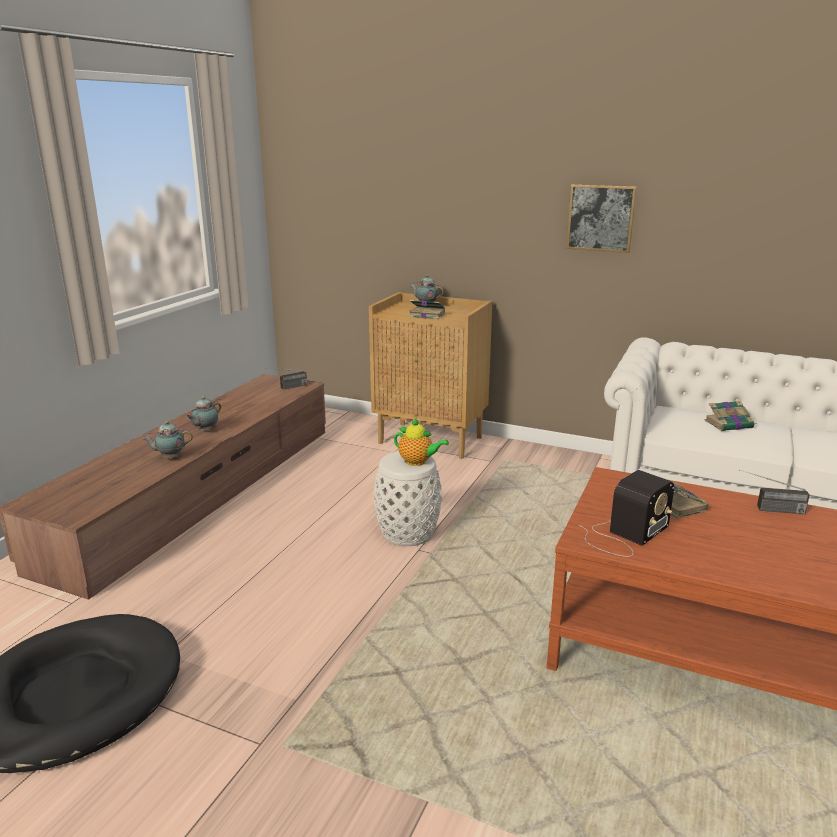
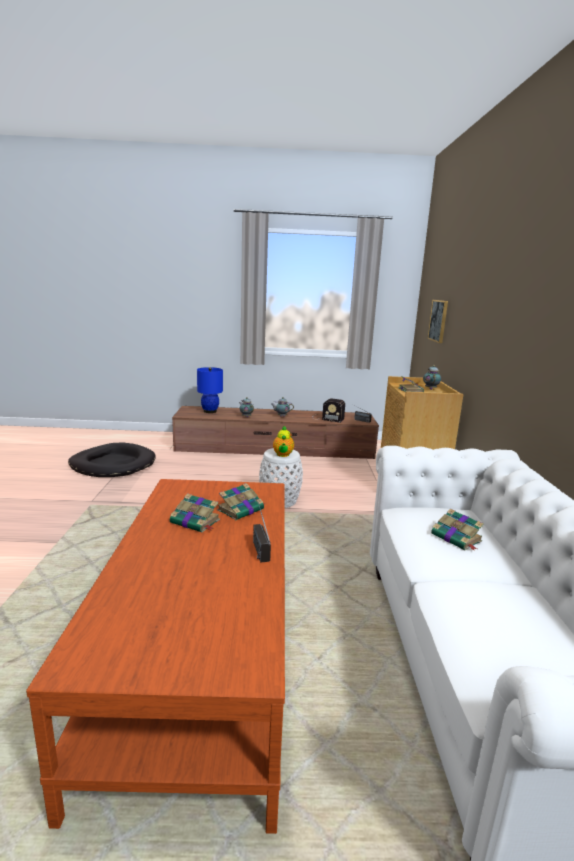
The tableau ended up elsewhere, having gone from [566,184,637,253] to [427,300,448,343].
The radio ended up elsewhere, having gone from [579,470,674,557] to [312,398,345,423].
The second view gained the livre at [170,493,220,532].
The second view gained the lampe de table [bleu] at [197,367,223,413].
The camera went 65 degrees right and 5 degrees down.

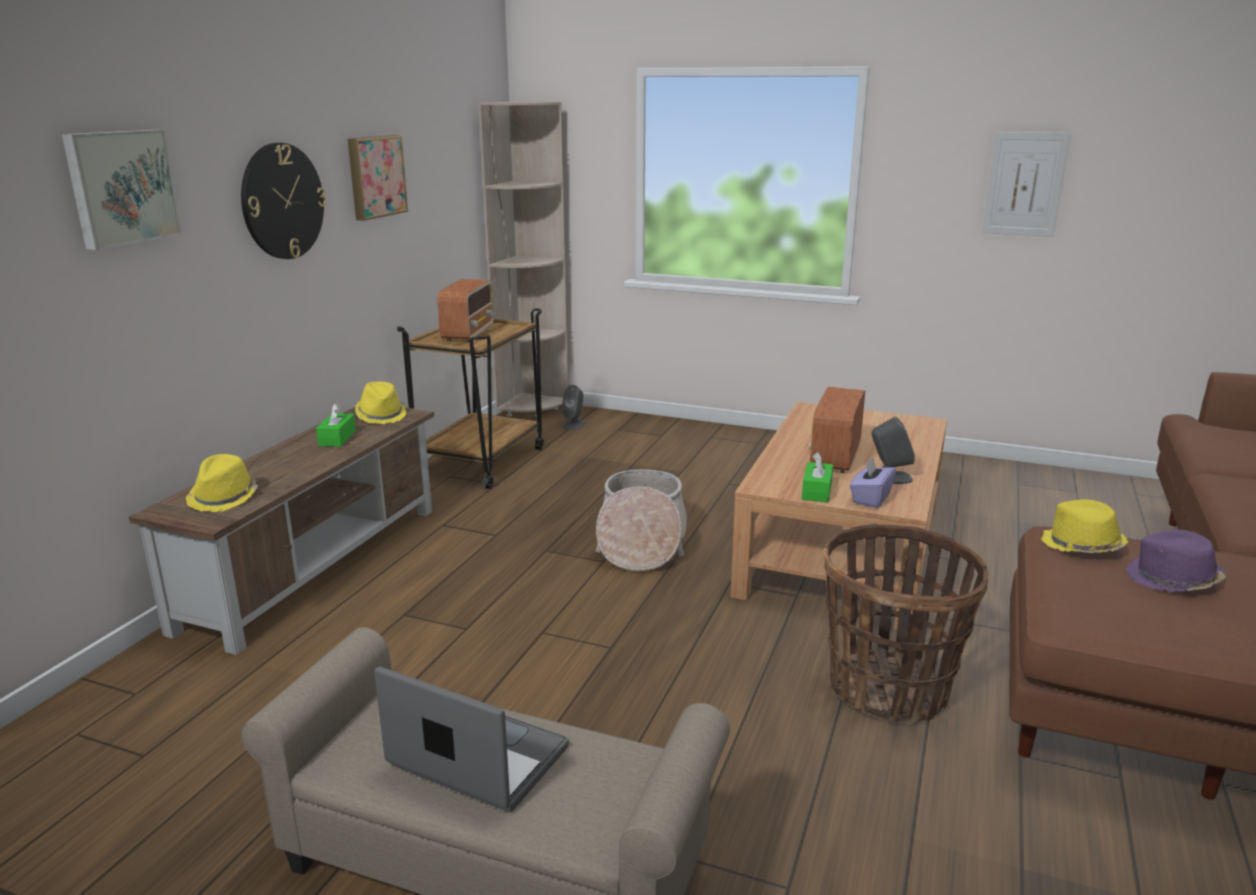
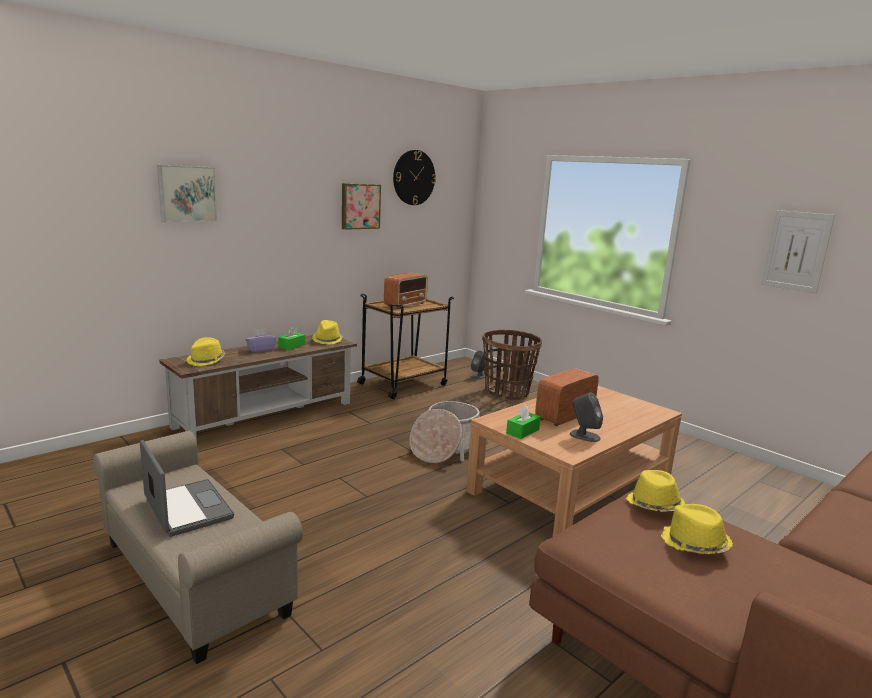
The horloge murale ended up elsewhere, having gone from [241,143,326,259] to [393,150,436,205].
The second view lost the bibliothèque [beige] at [478,102,568,417].
The panier ended up elsewhere, having gone from [824,523,989,724] to [482,330,542,400].
The boîte à mouchoirs [violet] ended up elsewhere, having gone from [850,457,896,508] to [245,328,276,352].
What was the chapeau [violet] at [1125,530,1225,592] turned into the chapeau [jaune] at [661,504,733,554].
The camera went 25 degrees right and 5 degrees down.

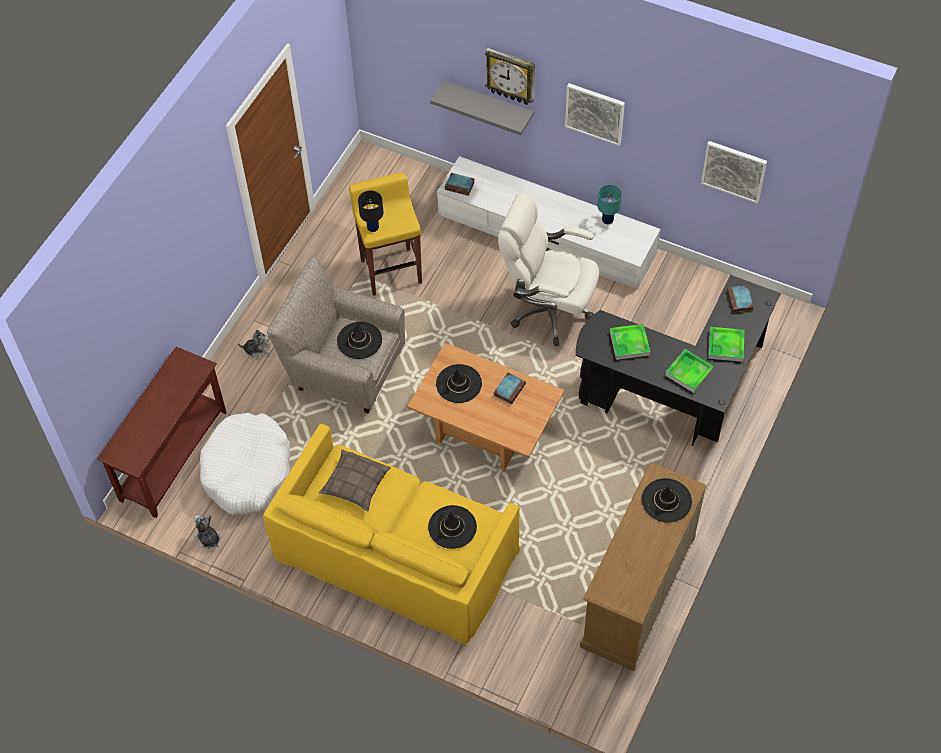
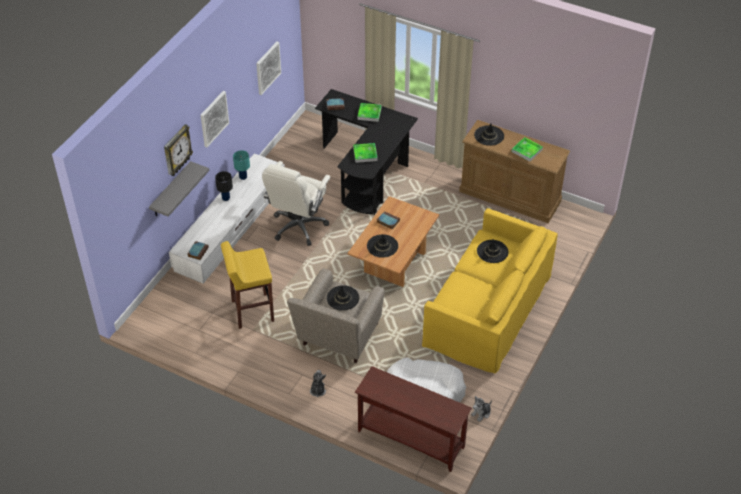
The second view lost the coussin at [319,449,391,512].
The lampe de table [noir] ended up elsewhere, having gone from [358,191,383,232] to [215,171,233,201].
The plateau ended up elsewhere, having gone from [665,349,714,393] to [512,137,543,161].
The camera went 90 degrees left and 10 degrees down.

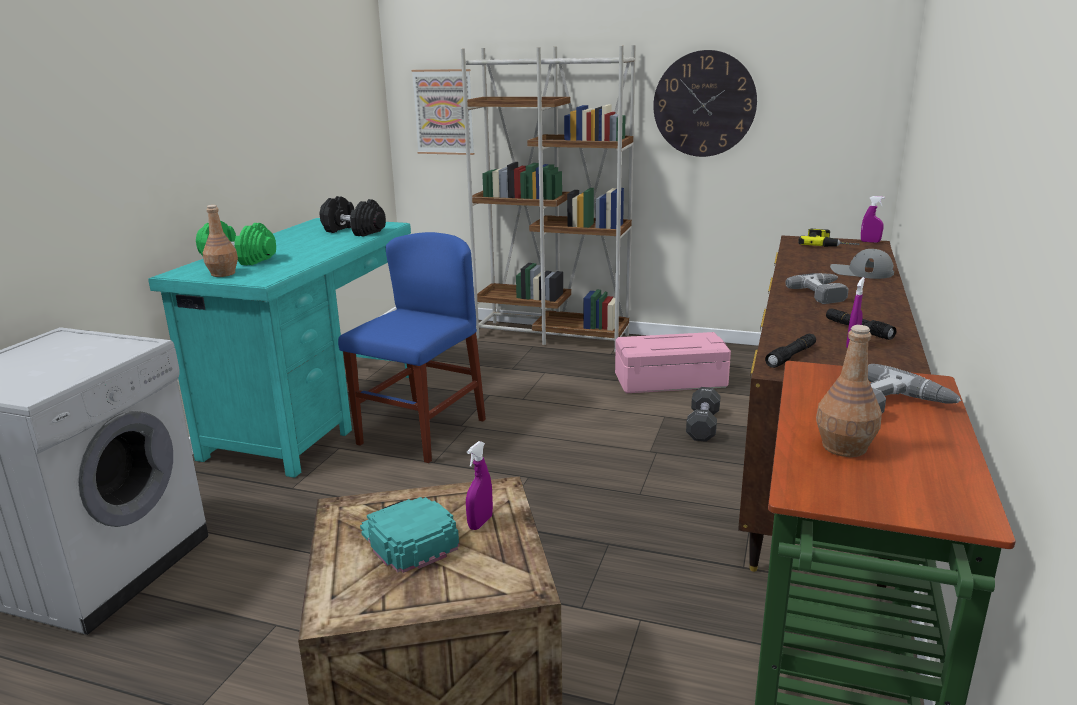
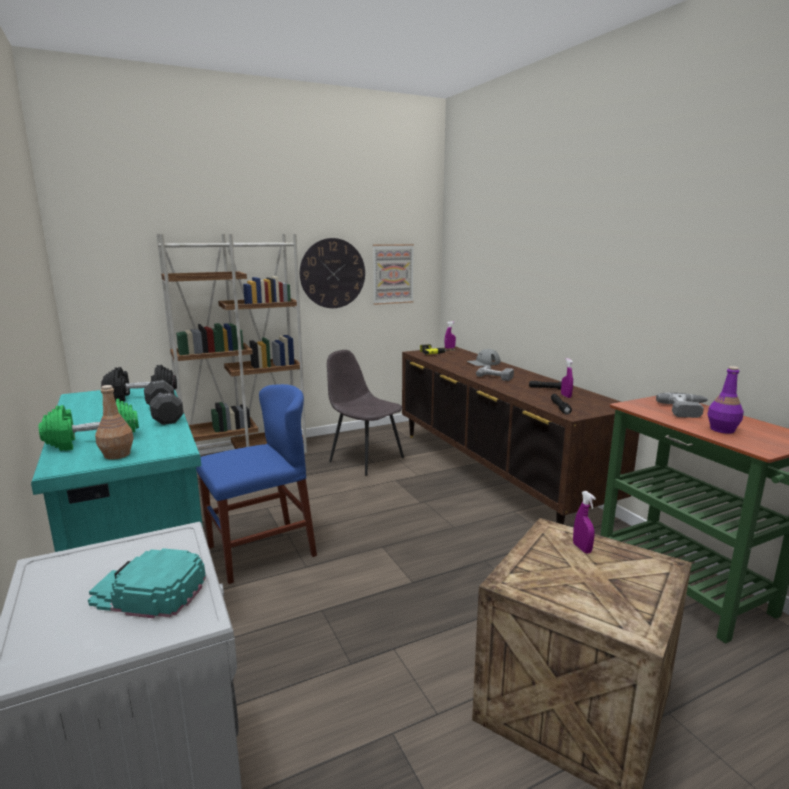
The chaise [bleu] at [338,232,486,463] ended up facing another way, 75 degrees clockwise from before.
The casquette [turquoise] ended up elsewhere, having gone from [360,497,459,573] to [88,548,206,618].
The tableau ended up elsewhere, having gone from [411,69,474,155] to [373,244,414,305].
Where the boîte de rangement [rose] stood at [615,332,731,393], the chaise [gris] came to stand at [327,350,404,476].
The haltère [noir] ended up elsewhere, having gone from [686,387,720,442] to [144,380,184,425].
What was the bouteille [marron] at [816,325,882,457] turned into the bouteille [violet] at [707,366,744,434].
The camera went 45 degrees left and 5 degrees down.

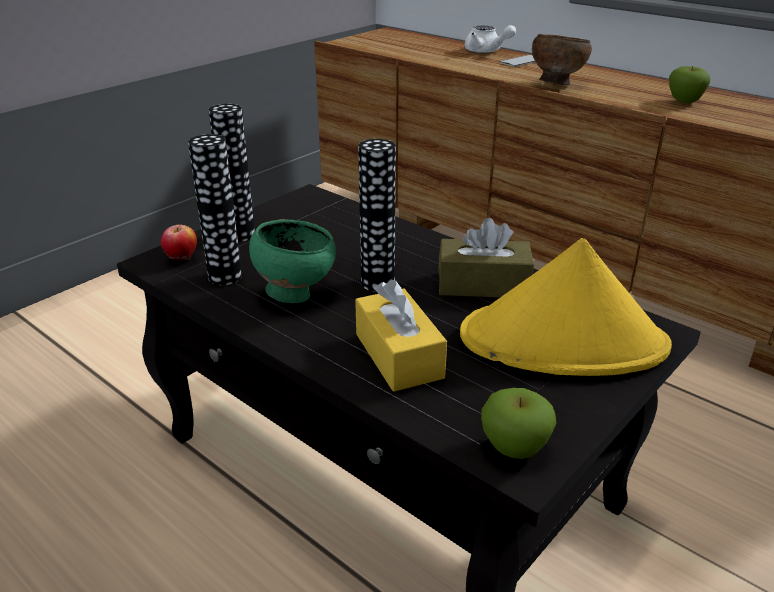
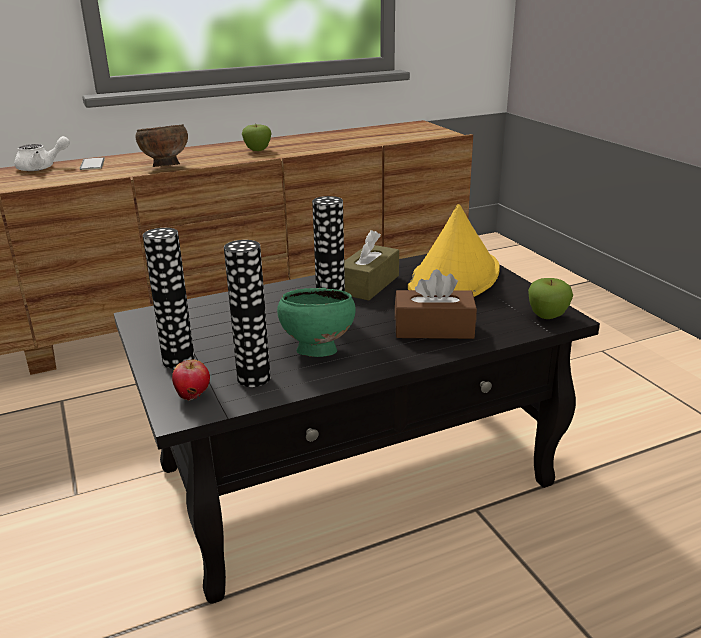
What was the boîte à mouchoirs [jaune] at [355,280,447,392] turned into the boîte à mouchoirs [marron] at [395,269,477,339].
The camera went 65 degrees left and 5 degrees down.

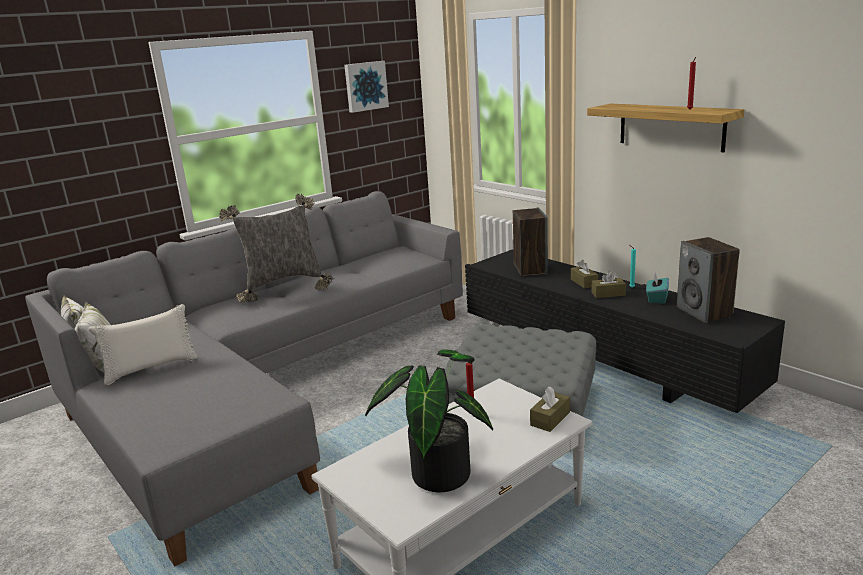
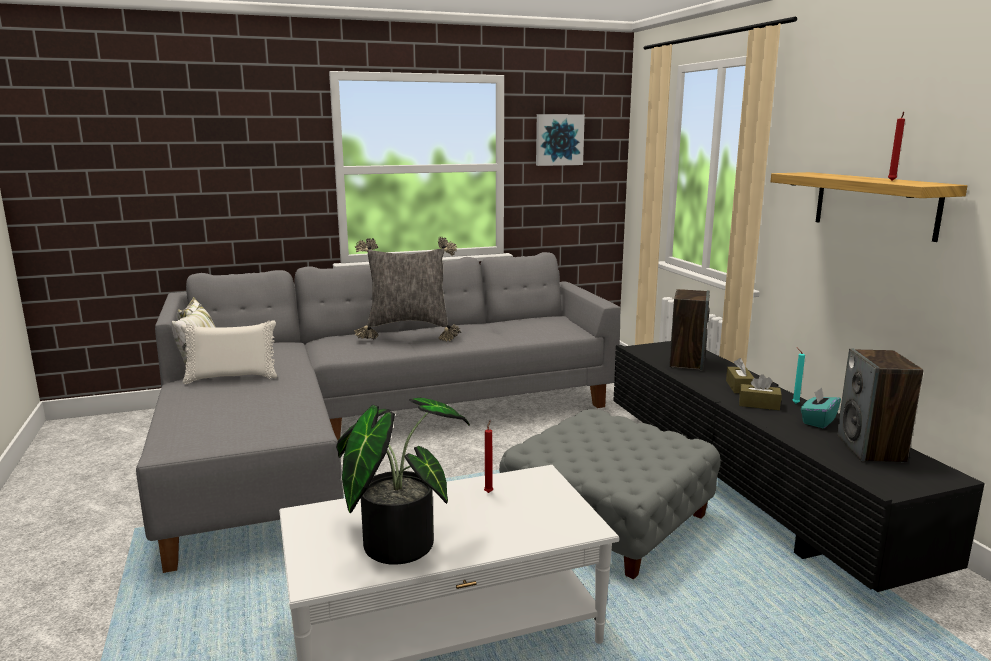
The second view lost the boîte à mouchoirs [marron] at [530,386,570,432].
The camera went 20 degrees right and 5 degrees down.

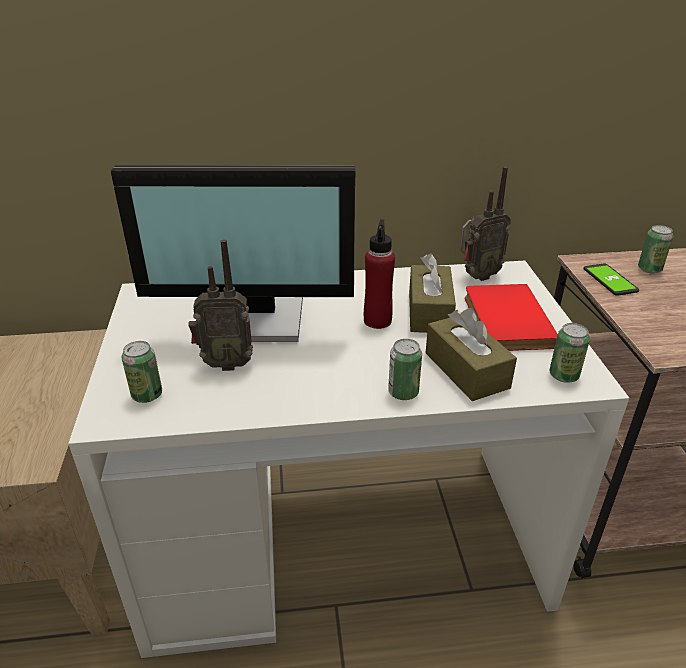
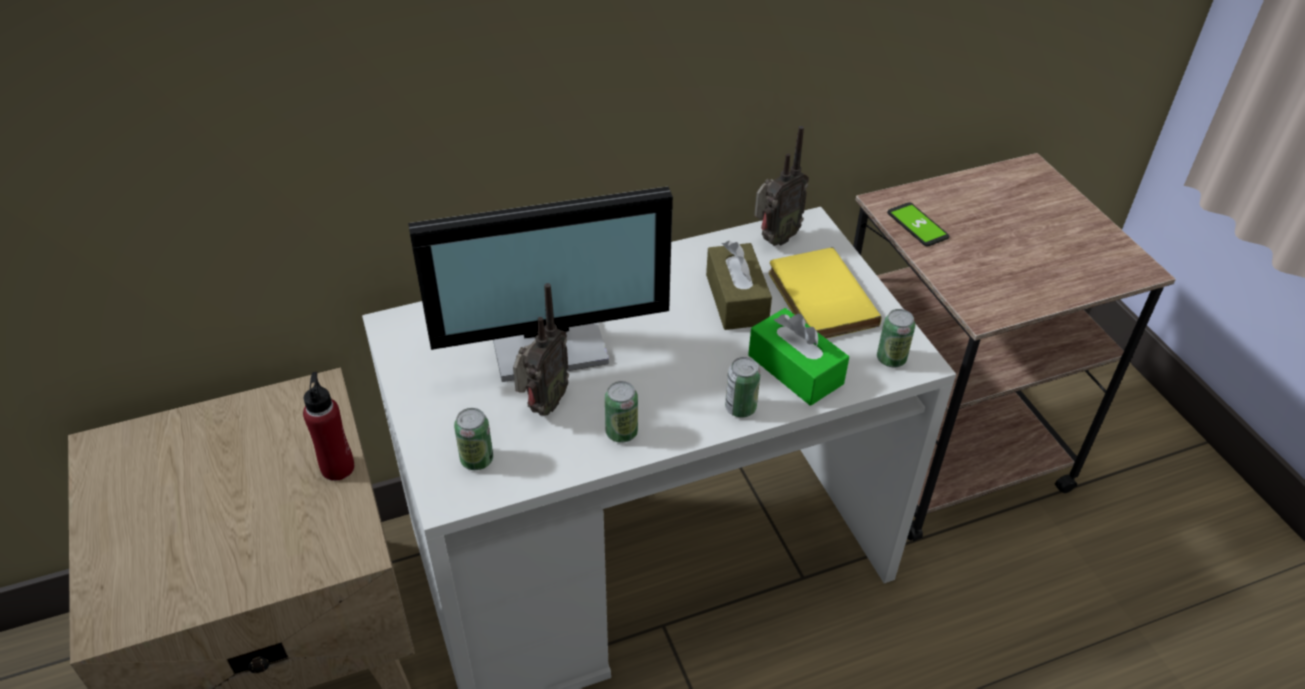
The radio at [189,239,253,371] ended up facing another way, 45 degrees counterclockwise from before.
The bouteille [rouge] ended up elsewhere, having gone from [364,219,395,329] to [303,372,354,481].
What was the boîte à mouchoirs [marron] at [426,308,517,401] turned into the boîte à mouchoirs [vert] at [748,308,849,406].
What was the livre [rouge] at [465,284,558,351] turned into the livre [jaune] at [769,247,881,339].
The boîte métallique ended up elsewhere, having gone from [638,225,673,274] to [605,381,638,443].
The camera went 15 degrees left and 10 degrees up.

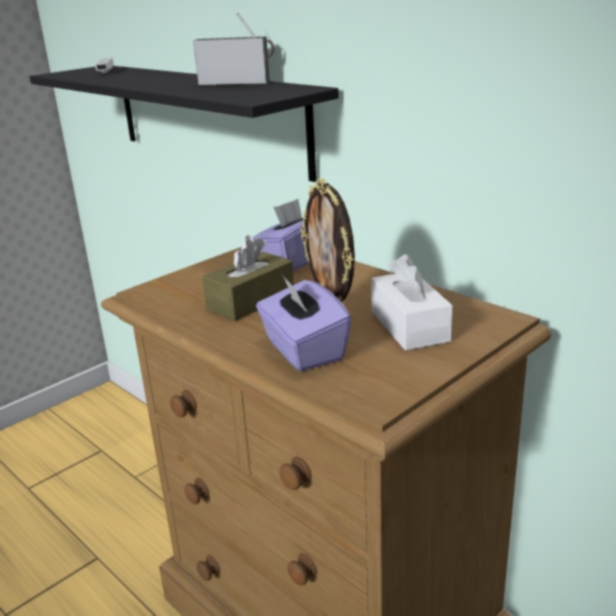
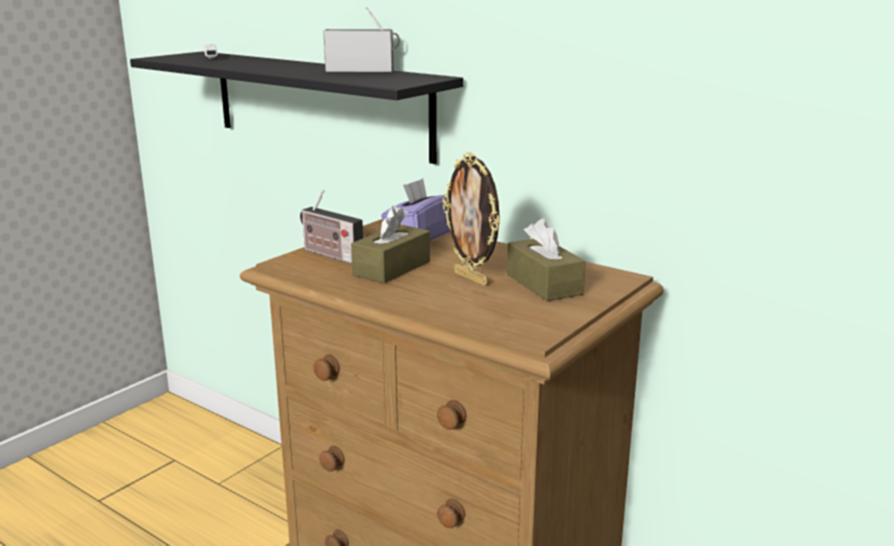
The second view lost the boîte à mouchoirs [violet] at [256,276,352,371].
What was the boîte à mouchoirs [blanc] at [371,254,453,351] turned into the boîte à mouchoirs [marron] at [507,219,586,301].
The second view gained the radio at [300,190,363,264].
The camera went 10 degrees left and 5 degrees down.

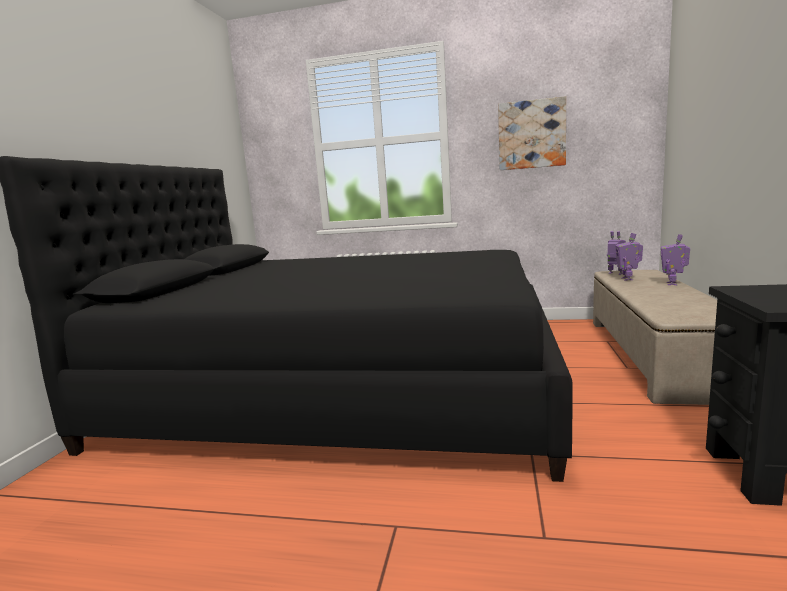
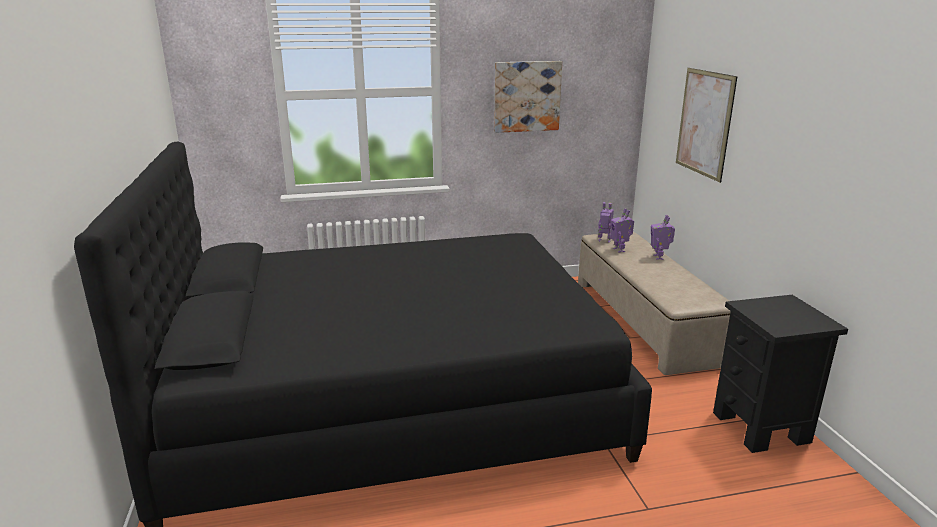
The second view gained the tableau at [676,68,737,183].
The camera went 25 degrees left and 10 degrees up.

